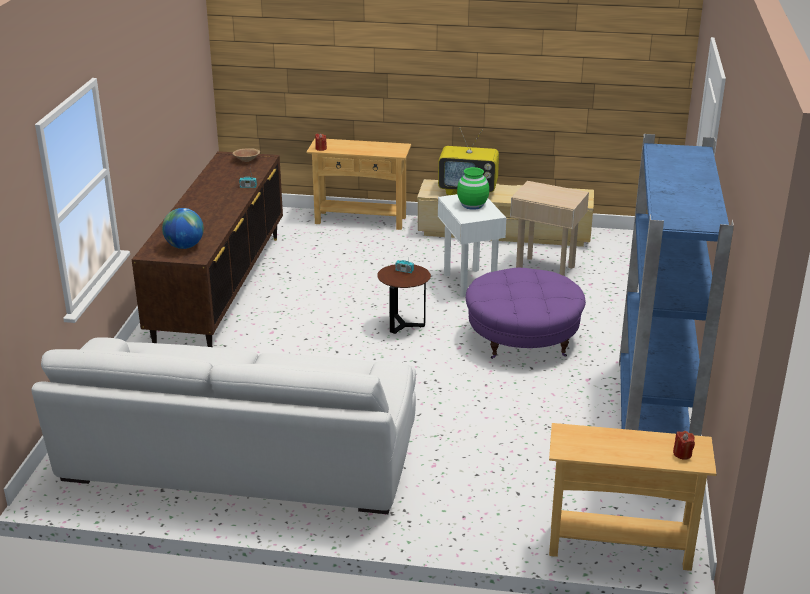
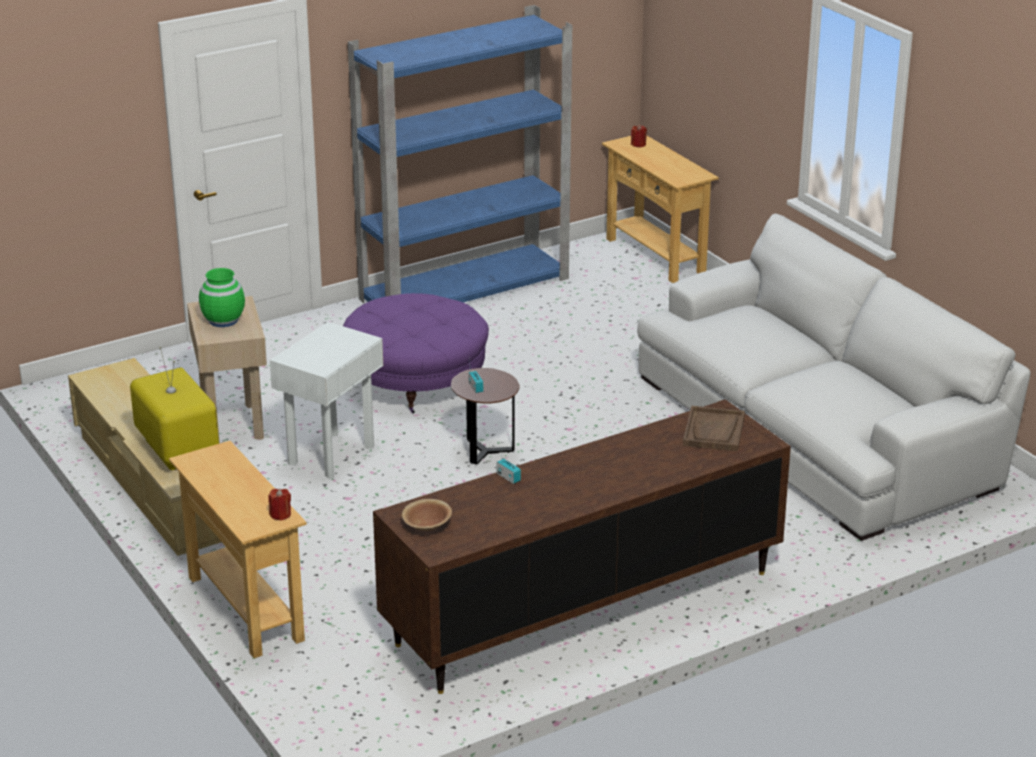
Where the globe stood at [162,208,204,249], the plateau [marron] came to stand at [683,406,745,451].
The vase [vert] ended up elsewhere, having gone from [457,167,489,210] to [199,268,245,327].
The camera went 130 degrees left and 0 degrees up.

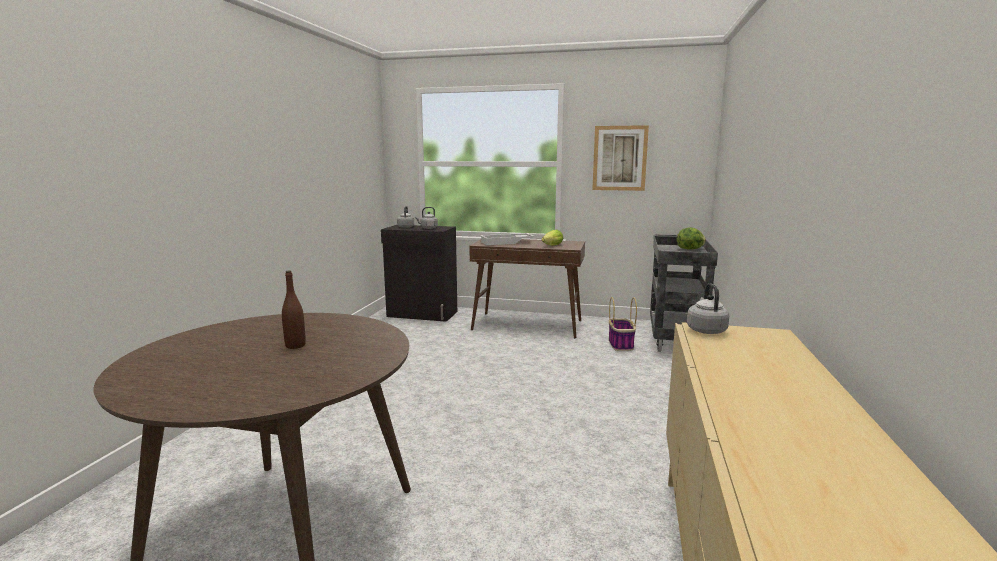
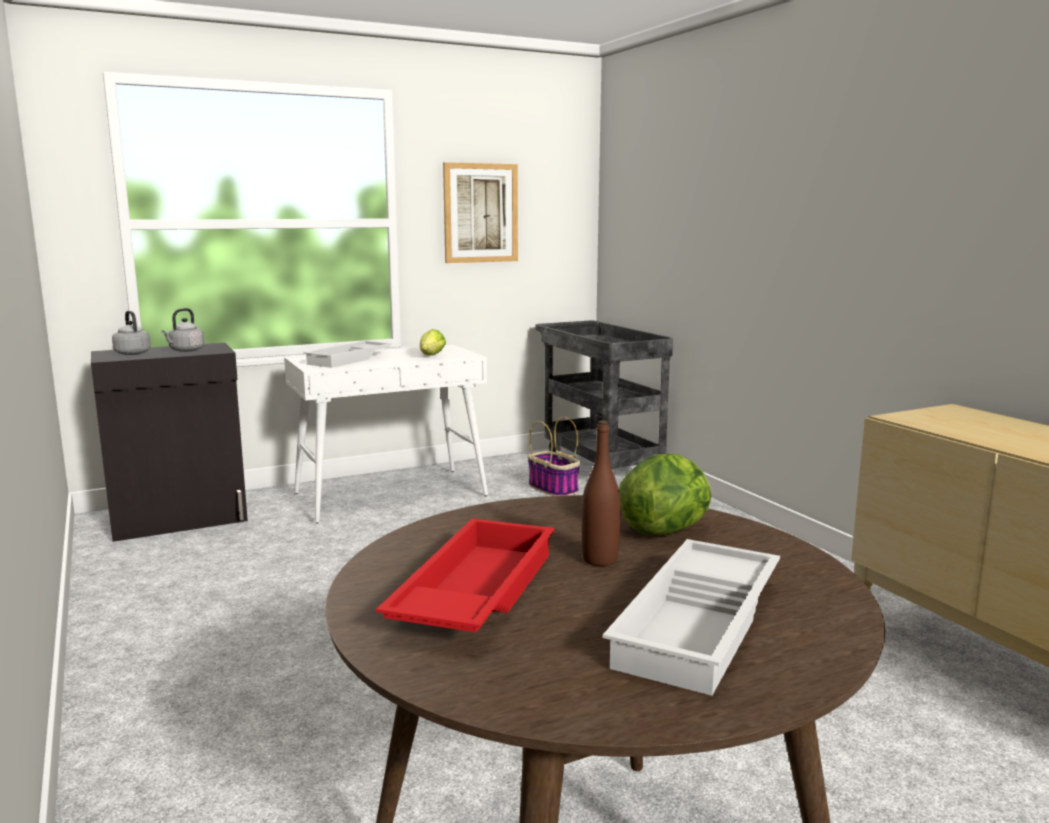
What was the table console [marron] at [469,239,585,338] turned into the table console [blanc] at [284,345,488,523].
The laitue ended up elsewhere, having gone from [677,227,706,249] to [619,454,712,535].
The second view lost the bouilloire [gris] at [687,283,730,334].
The second view gained the plateau [rouge] at [376,519,554,632].
The second view gained the plateau [blanc] at [603,539,780,696].
The camera went 40 degrees left and 0 degrees up.

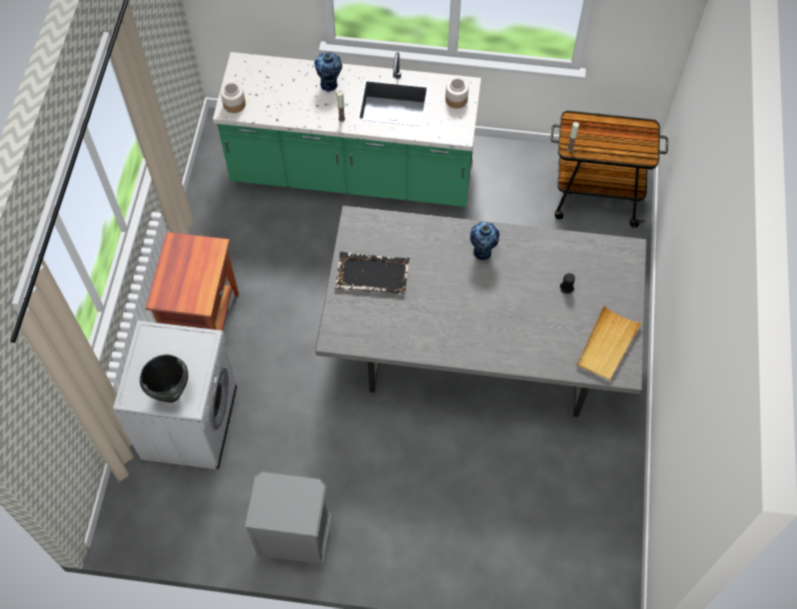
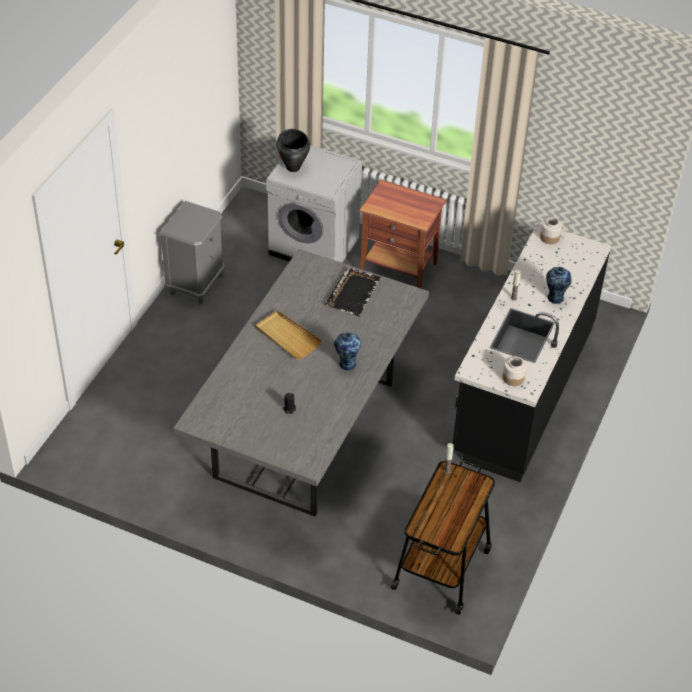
What was the comptoir de cuisine [vert] at [213,52,481,207] turned into the comptoir de cuisine [noir] at [453,223,611,482].
The plateau [beige] ended up elsewhere, having gone from [577,305,642,381] to [255,310,322,359].
The camera went 105 degrees right and 15 degrees down.

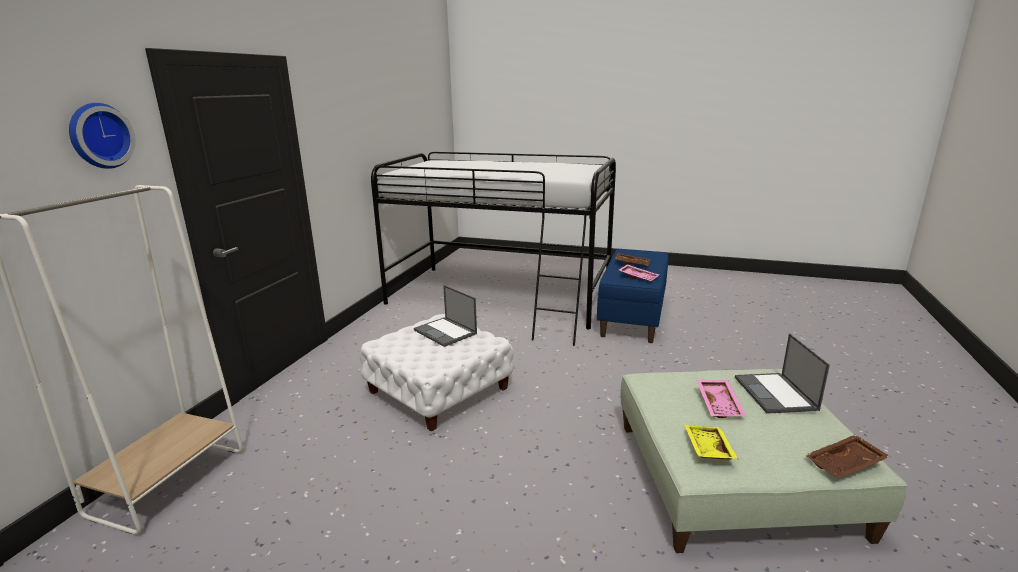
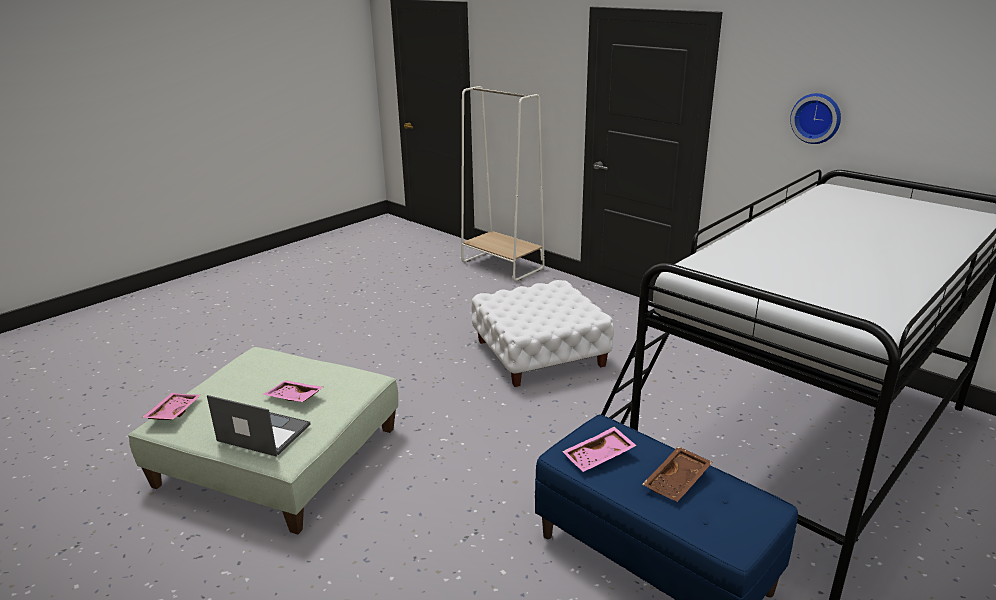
The horloge murale ended up elsewhere, having gone from [69,103,136,169] to [790,93,841,144].
The second view lost the ordinateur portable at [414,285,477,347].
The second view lost the plateau [jaune] at [685,425,738,460].
What was the plateau [marron] at [805,435,890,479] turned into the plateau [rose] at [141,393,201,420].
The camera went 115 degrees right and 5 degrees up.

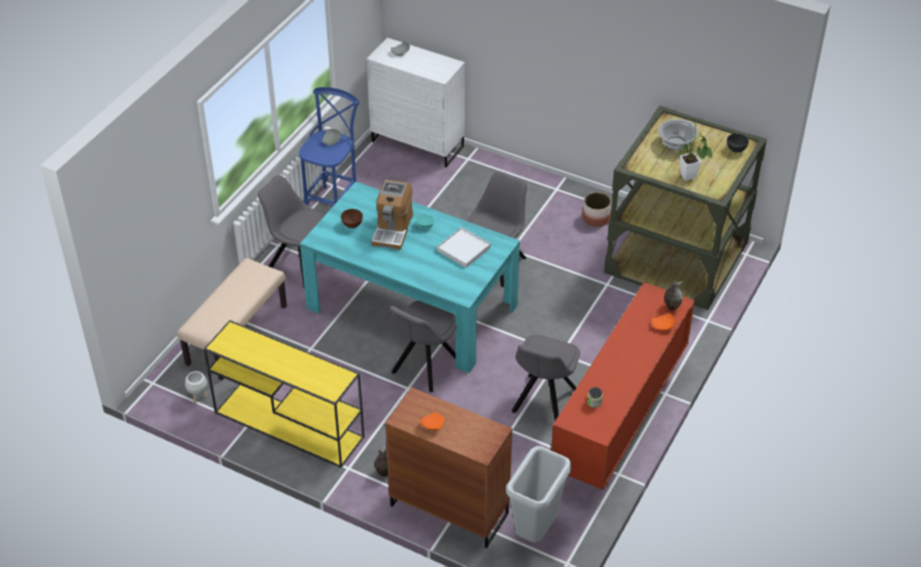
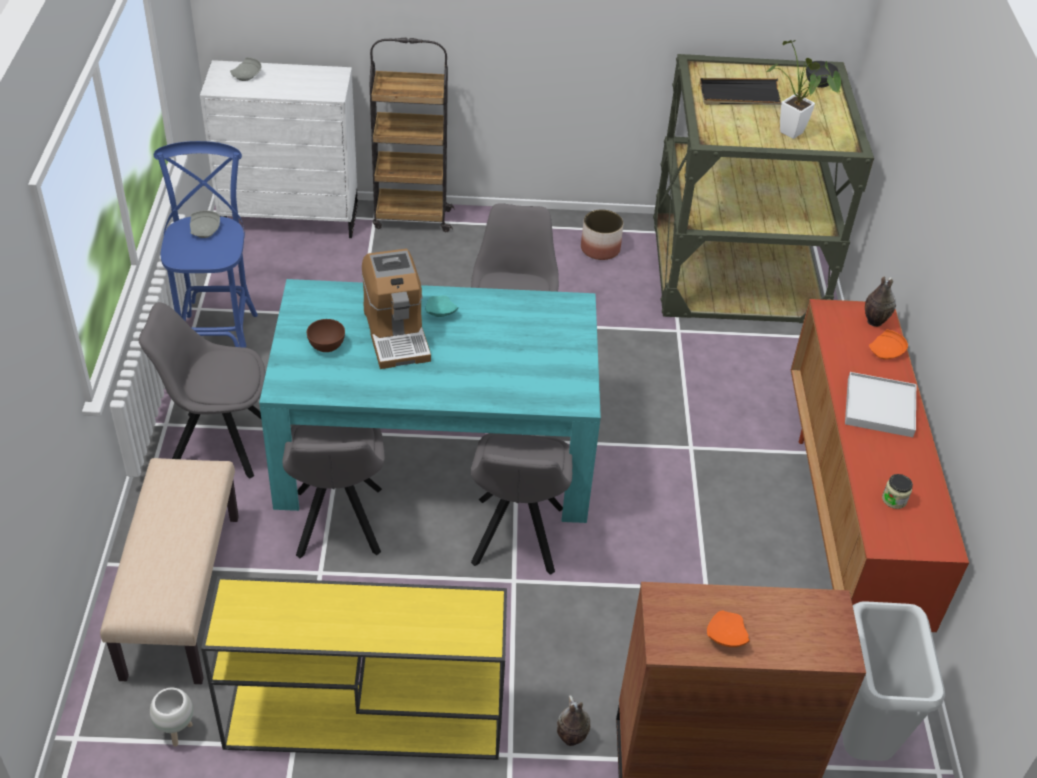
The plateau [blanc] ended up elsewhere, having gone from [437,227,491,268] to [845,372,916,437].
The chaise [gris] ended up elsewhere, having gone from [512,335,580,421] to [282,425,385,558].
Where the marmite stood at [658,119,698,150], the plateau [noir] came to stand at [700,78,782,105].
The second view gained the chariot [marron] at [370,38,454,232].
The camera went 30 degrees left and 0 degrees up.

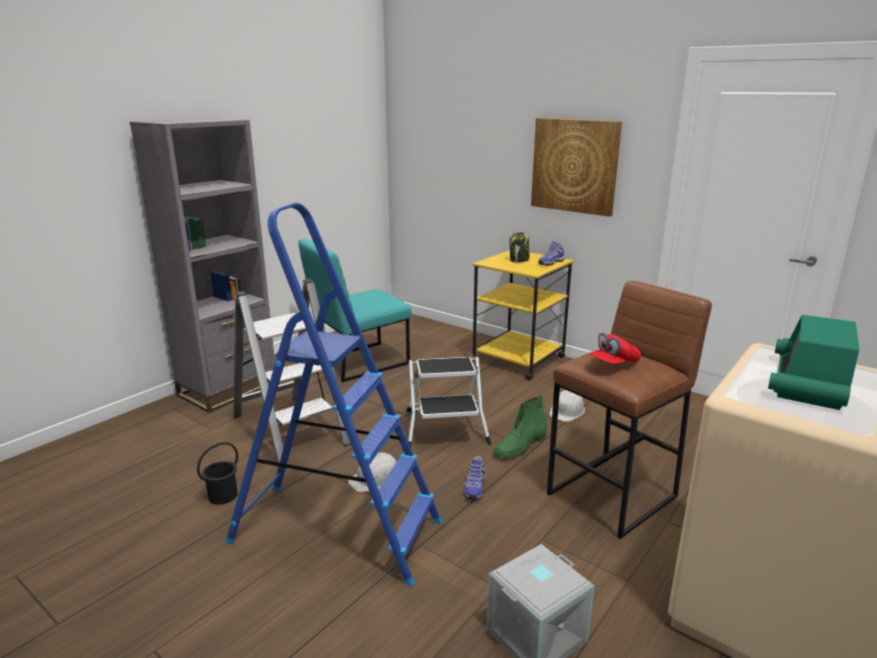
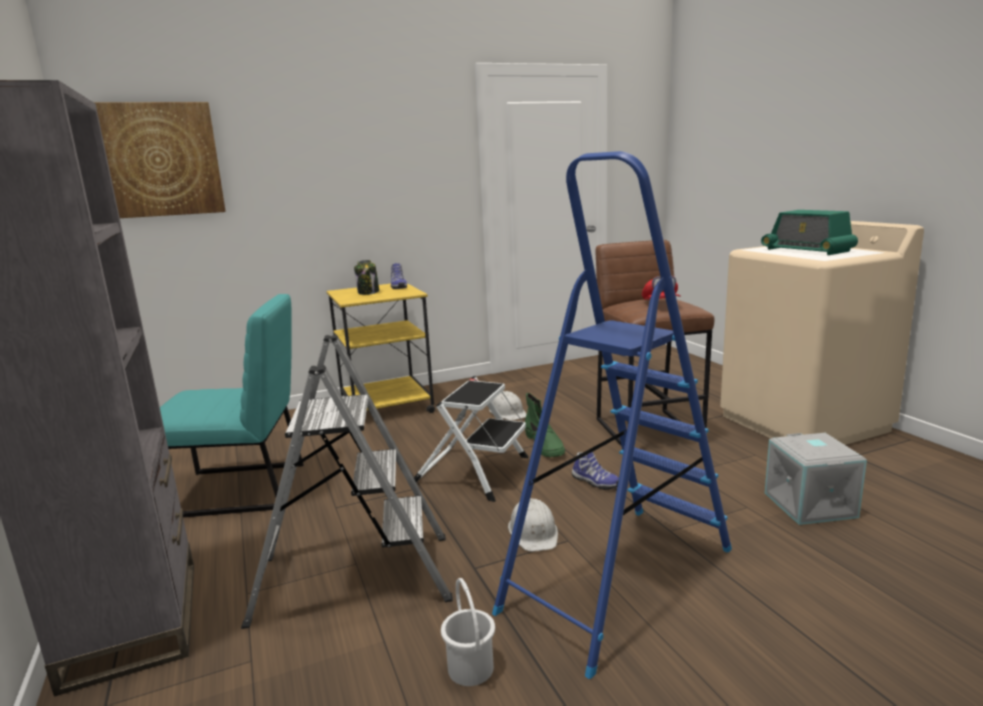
What was the seau [noir] at [197,442,238,505] turned into the seau [blanc] at [441,578,495,686].
The chaise [turquoise] at [298,239,412,382] ended up facing another way, 90 degrees counterclockwise from before.
The tableau ended up elsewhere, having gone from [531,118,622,217] to [94,102,226,218].
The camera went 60 degrees left and 5 degrees down.

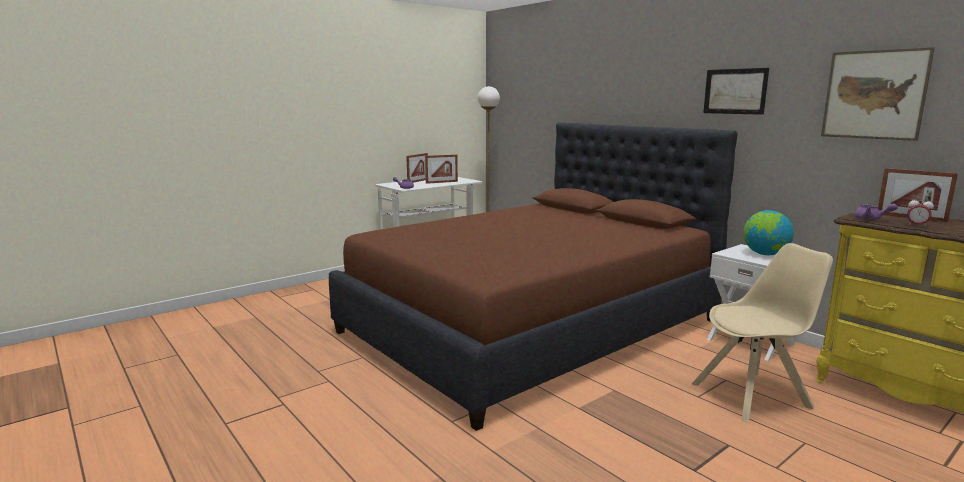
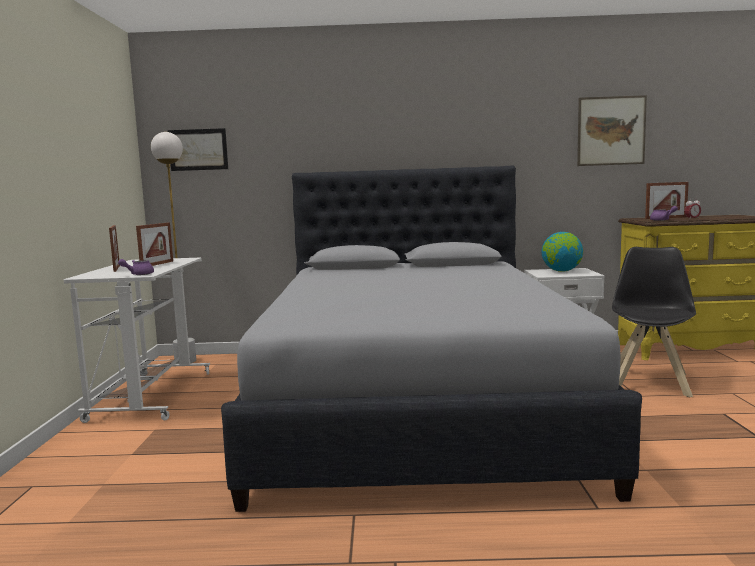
What was the lit [marron] at [329,122,737,431] turned into the lit [gris] at [221,166,642,512].
What was the chaise [beige] at [692,243,833,422] turned into the chaise [noir] at [612,247,696,397].
The tableau ended up elsewhere, having gone from [703,68,769,115] to [168,128,228,171].
The camera went 50 degrees left and 5 degrees down.

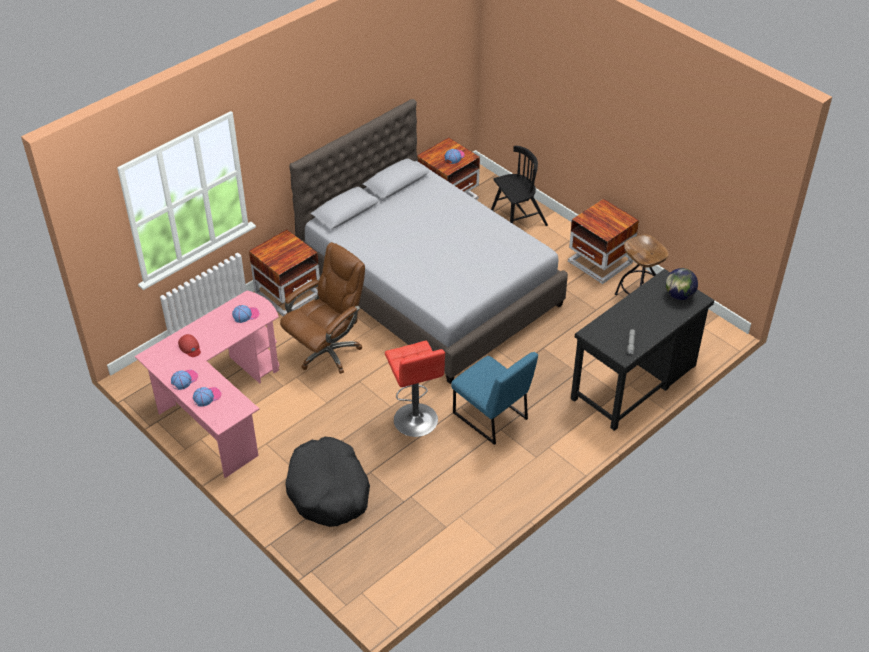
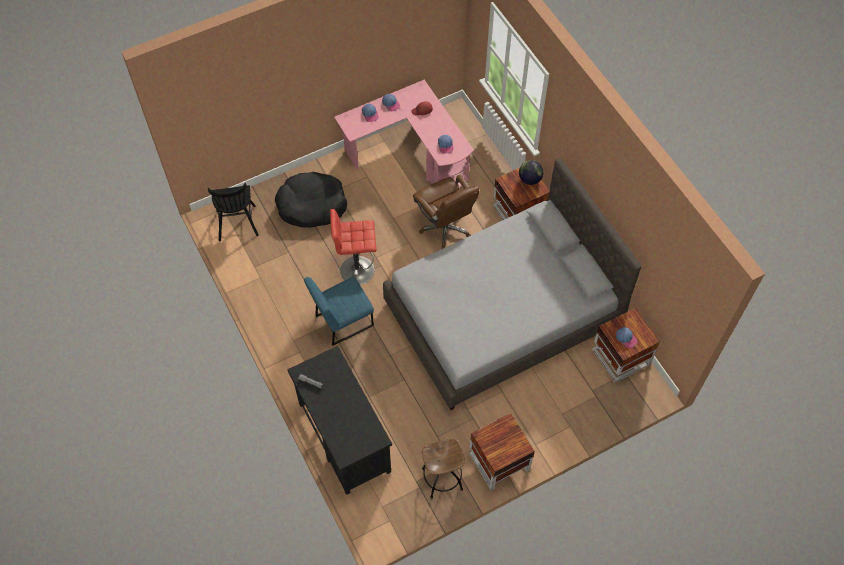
The chaise [noir] ended up elsewhere, having gone from [491,146,548,226] to [208,182,259,241].
The globe ended up elsewhere, having gone from [666,268,698,300] to [519,160,544,185].
The camera went 105 degrees right and 15 degrees up.

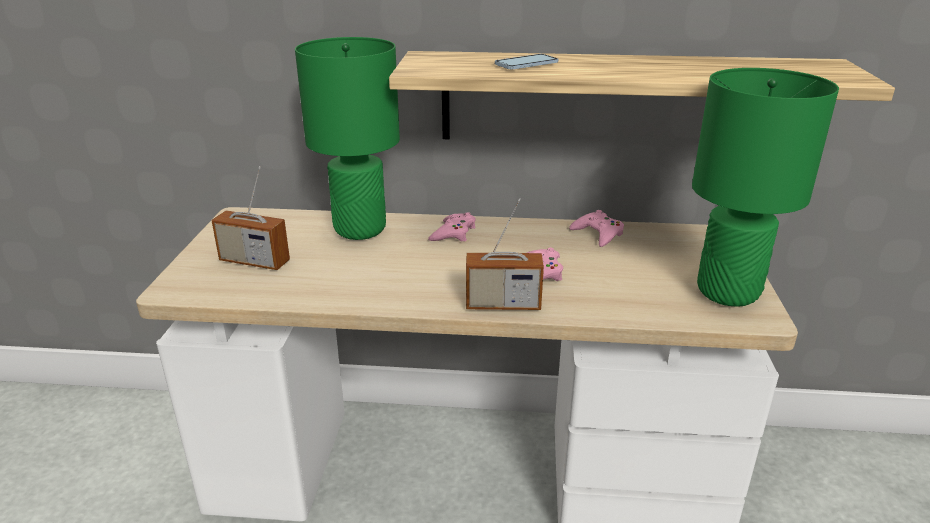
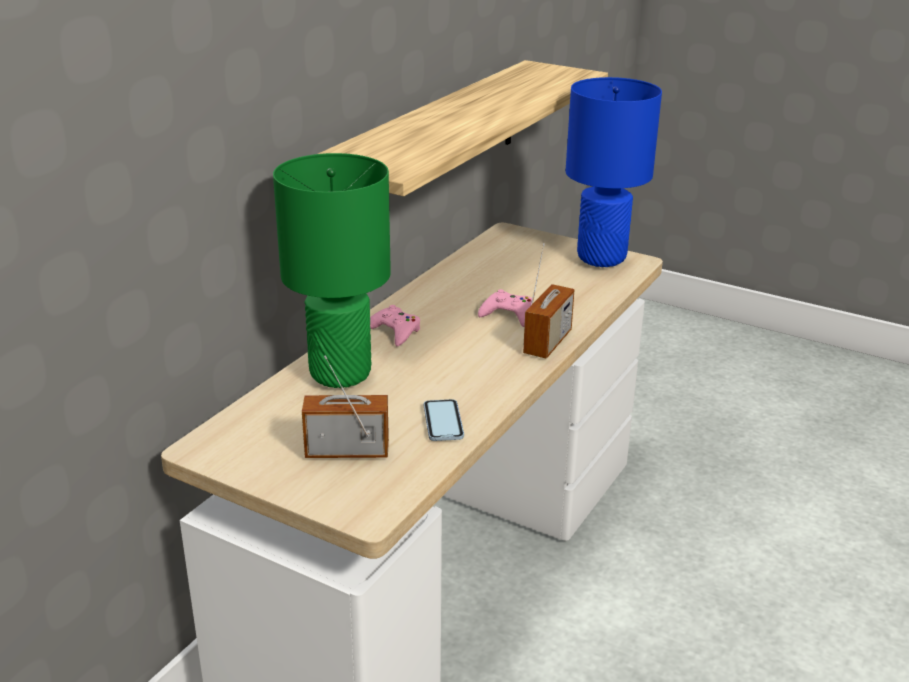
The radio at [211,166,290,270] ended up facing another way, 135 degrees counterclockwise from before.
The téléphone ended up elsewhere, having gone from [495,54,558,69] to [424,399,464,441].
The second view lost the manette [rose] at [569,210,624,247].
What was the lampe de table [vert] at [692,68,839,306] turned into the lampe de table [bleu] at [566,77,662,267].
The camera went 65 degrees left and 0 degrees up.

